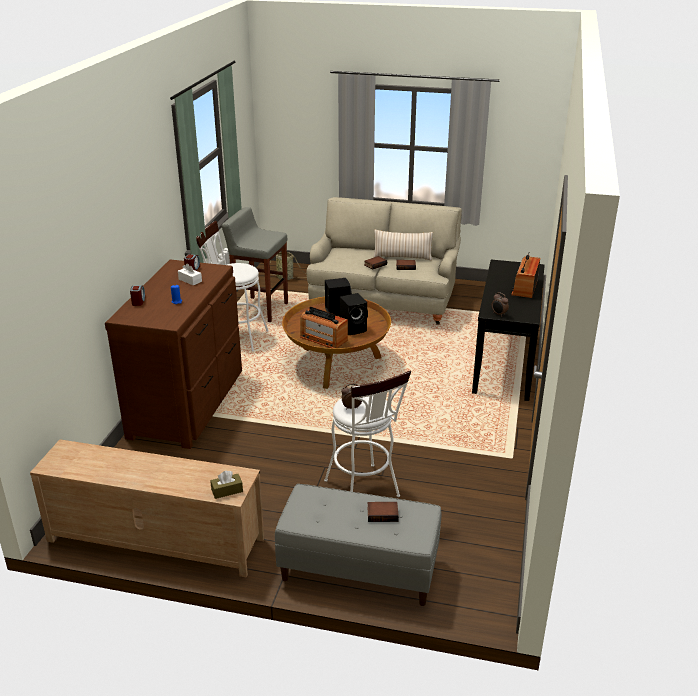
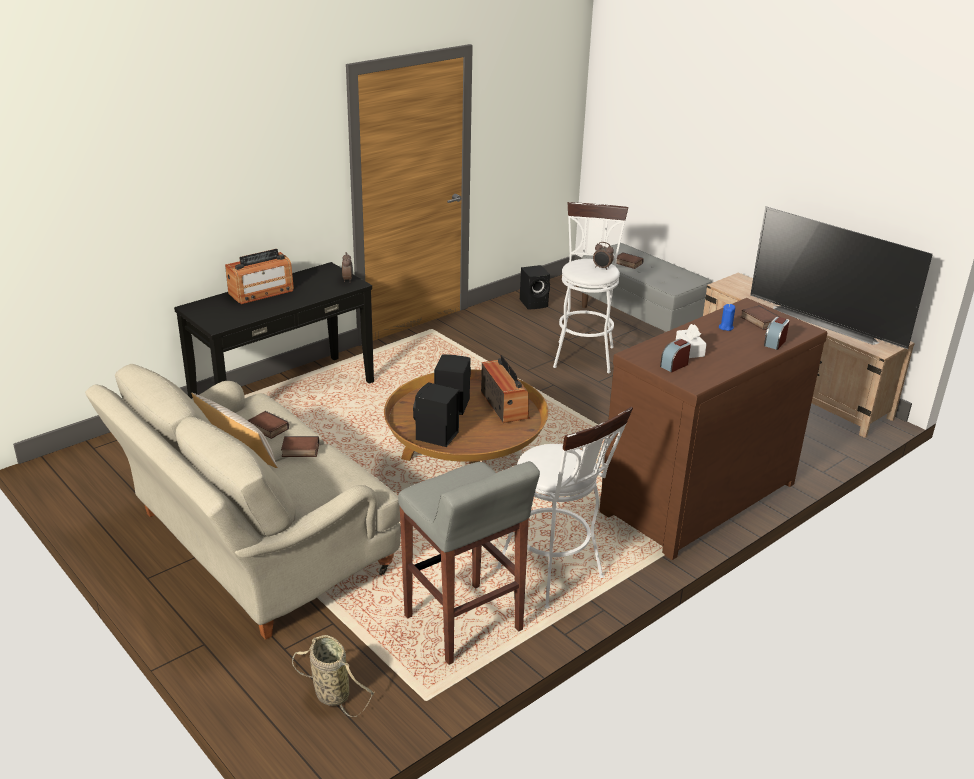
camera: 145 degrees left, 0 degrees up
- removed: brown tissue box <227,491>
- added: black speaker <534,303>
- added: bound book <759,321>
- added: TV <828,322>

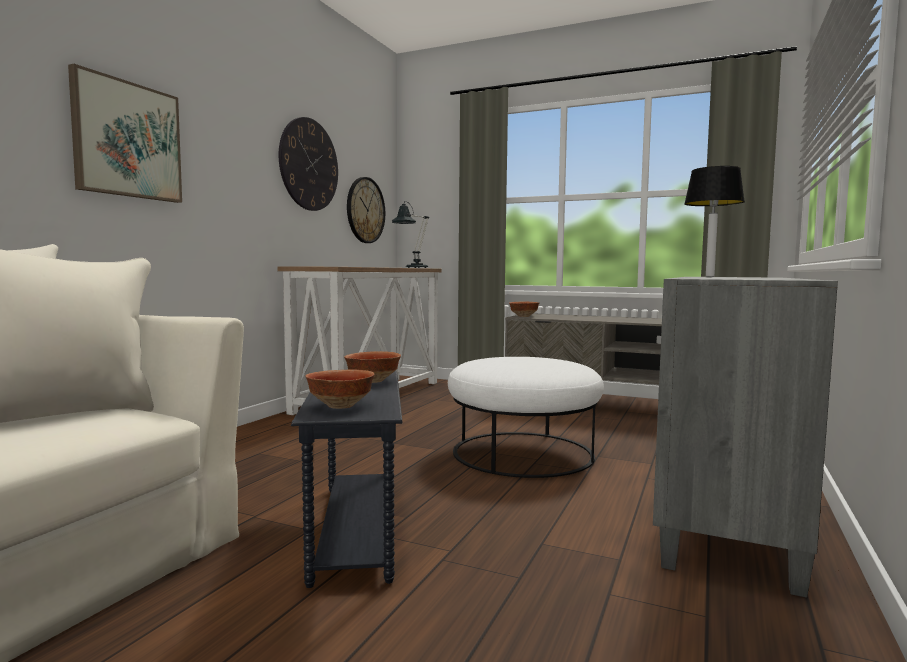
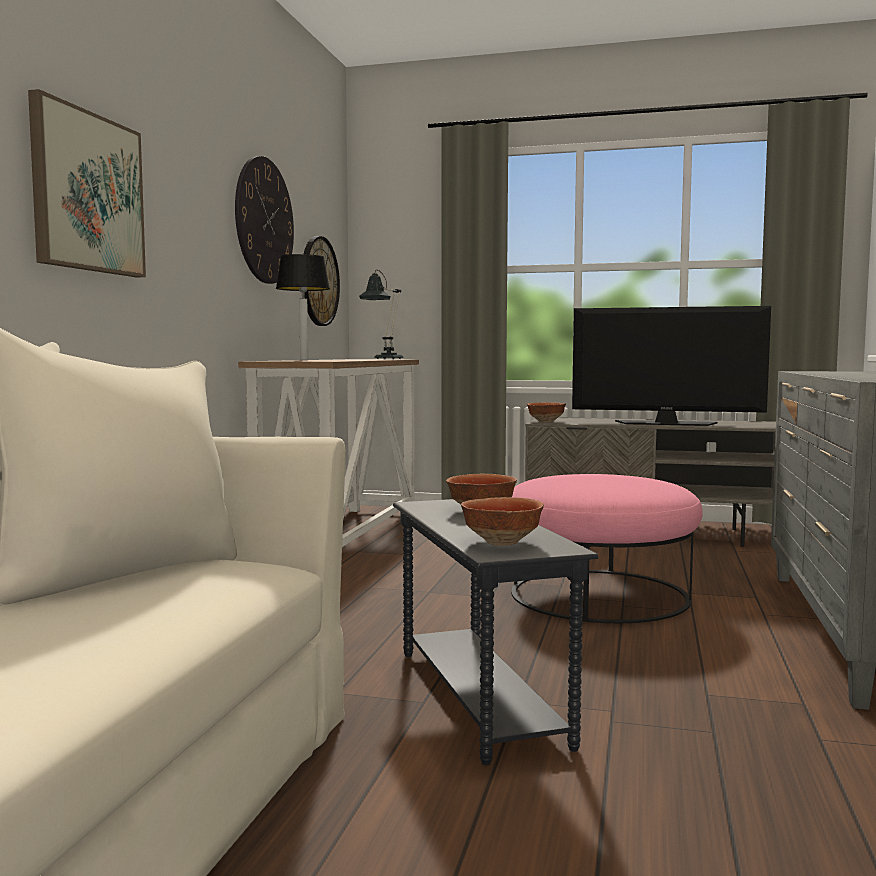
camera: 10 degrees left, 0 degrees up
- added: TV <666,423>
- moved: table lamp <709,276> to <304,360>
- recoloured: white ottoman <522,453> to pink-coloured ottoman <598,594>

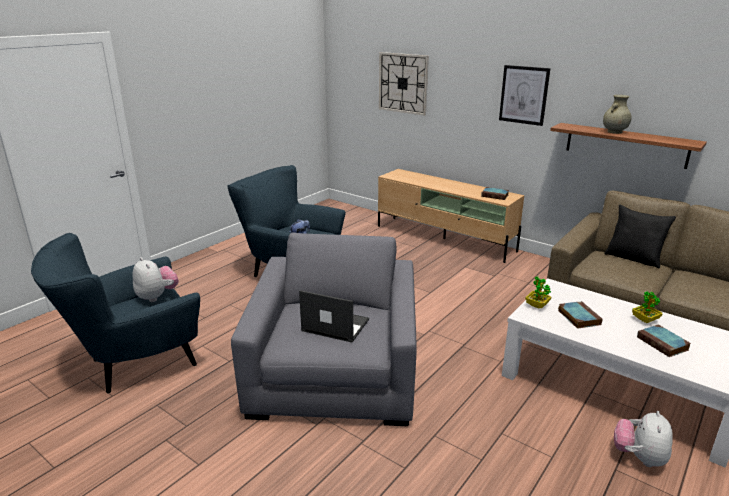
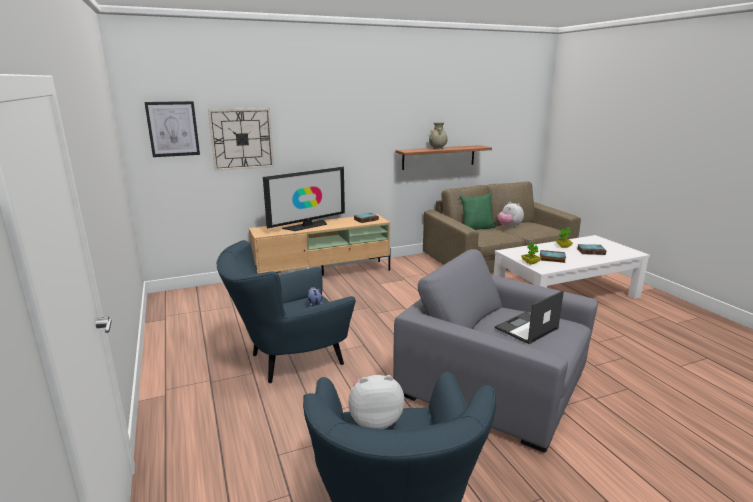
camera: 60 degrees left, 5 degrees down
- added: TV <307,226>
- moved: picture <524,95> to <173,129>
- moved: cuddly toy <639,457> to <509,226>
- recoloured: black throw pillow <633,258> to green throw pillow <476,228>

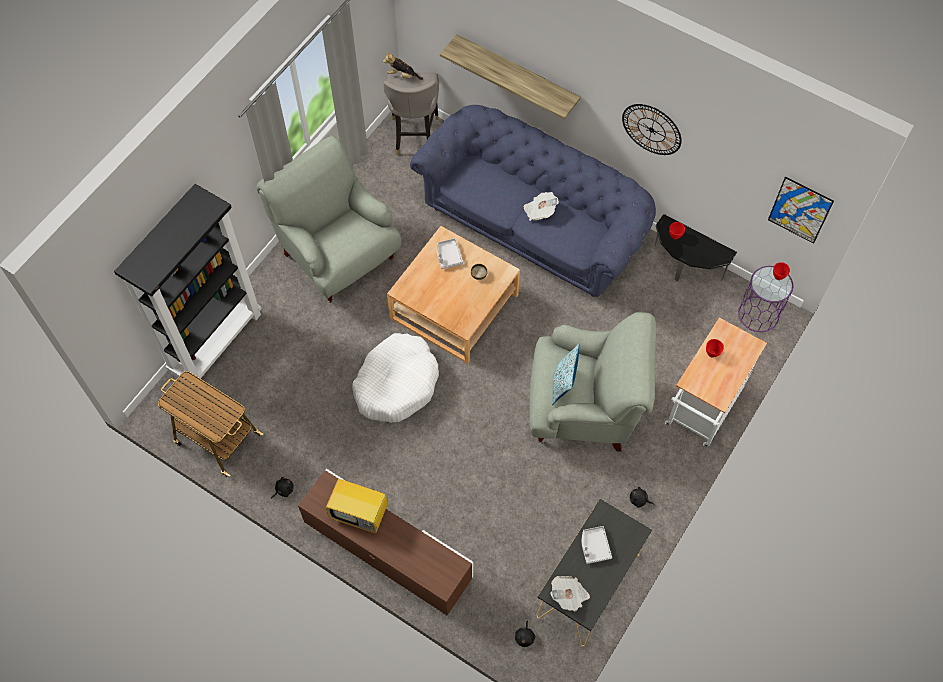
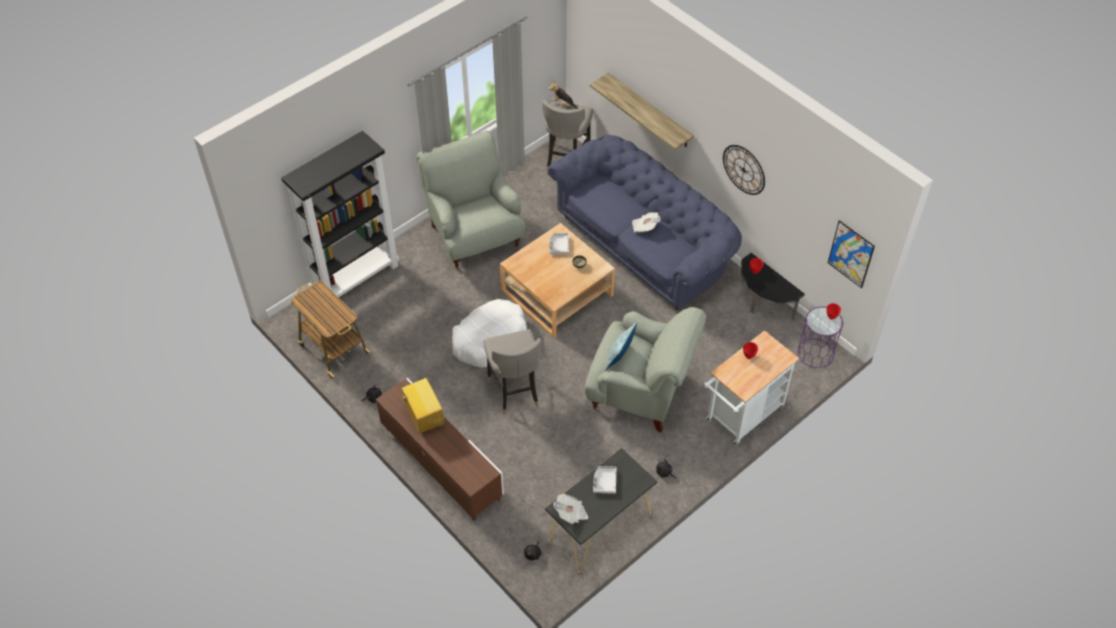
camera: 15 degrees right, 10 degrees down
- added: grey stool <515,392>
- turned: TV <360,513> = <423,416> 150 degrees counterclockwise

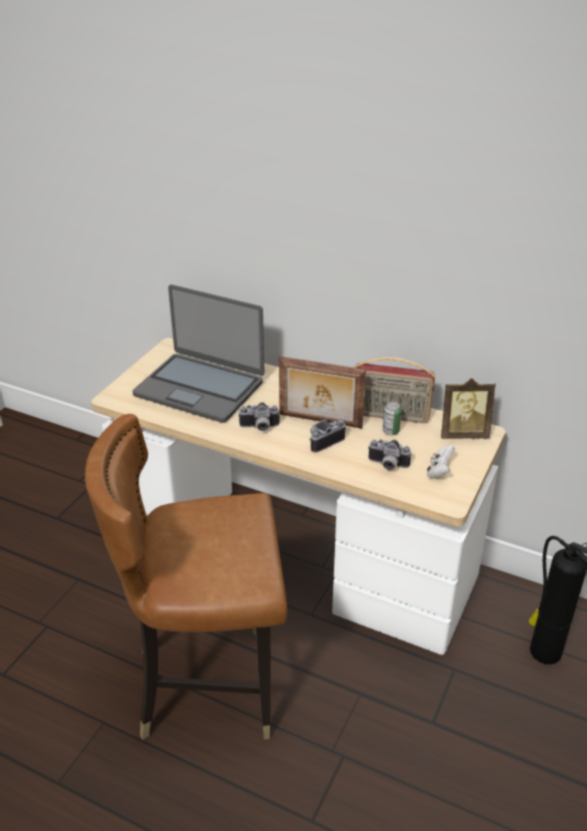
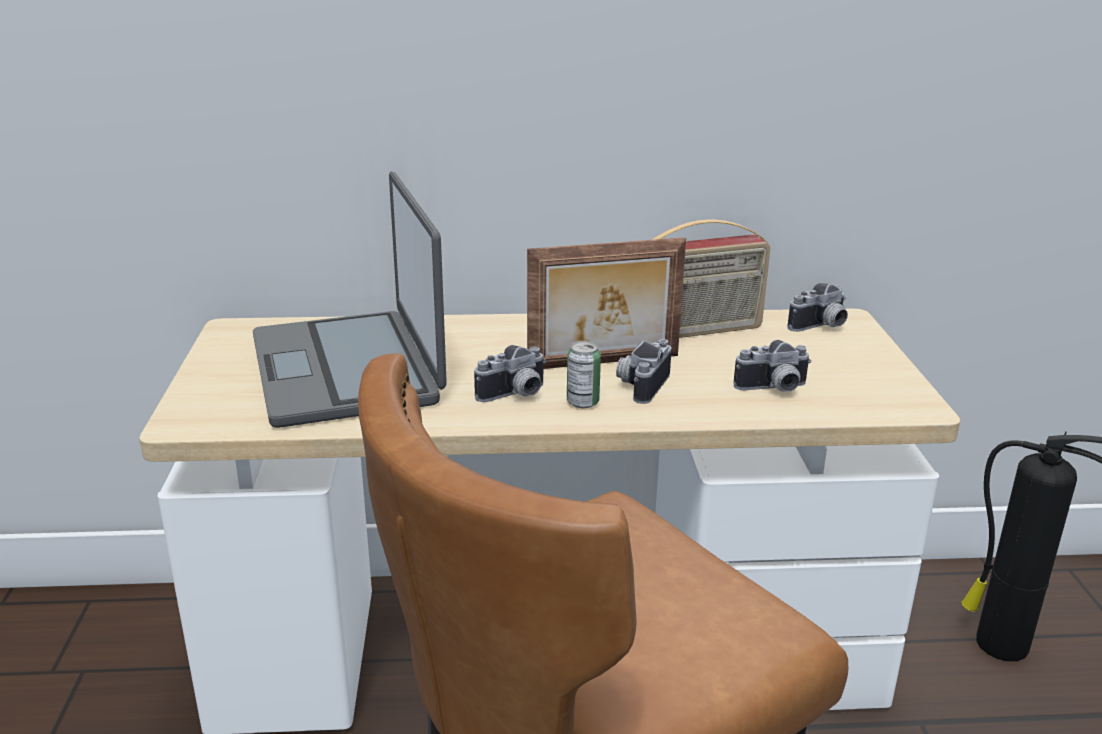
camera: 30 degrees left, 10 degrees down
- removed: white joypad <439,471>
- moved: metal can <390,431> to <582,402>
- replaced: photo frame <463,433> to still camera <821,327>
- turned: laptop <200,388> = <348,369> 75 degrees clockwise

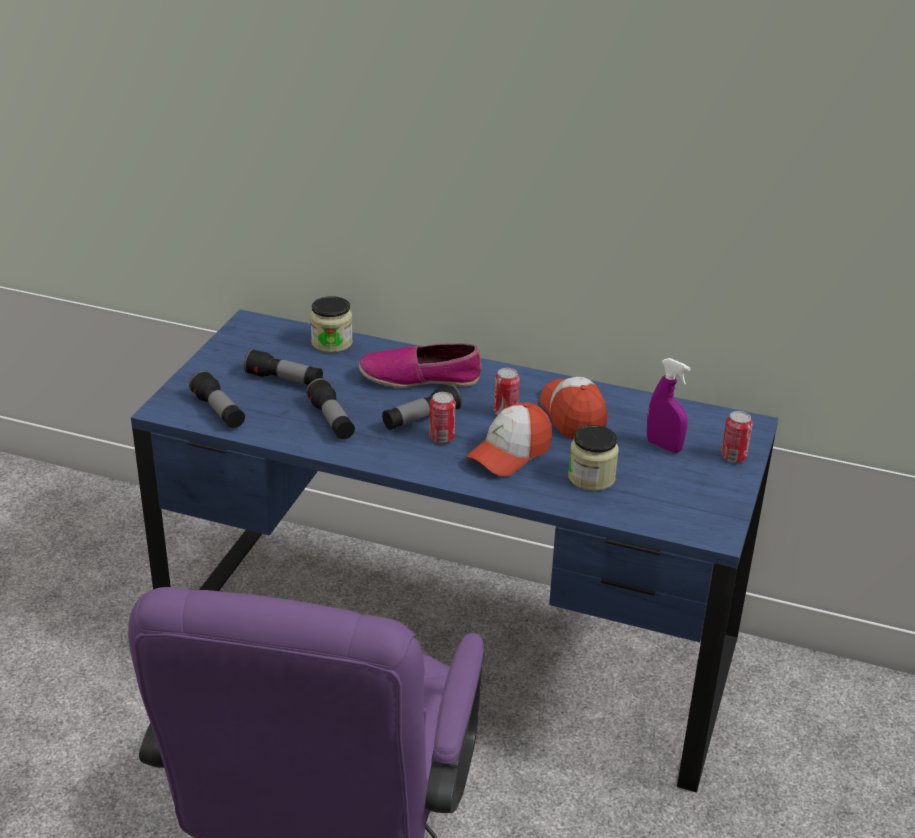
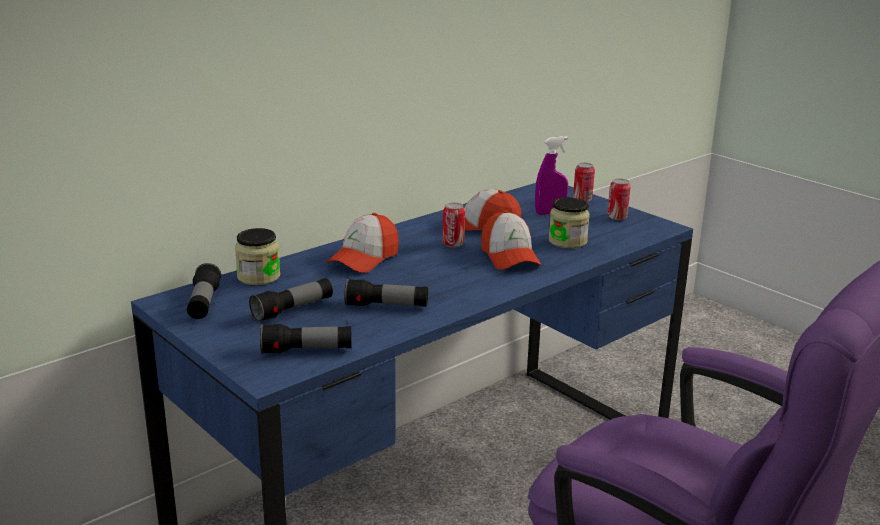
camera: 60 degrees left, 10 degrees down
- moved: hand torch <421,419> to <204,303>
- moved: metal can <442,438> to <617,217>
- replaced: shoe <420,377> to cap <364,259>

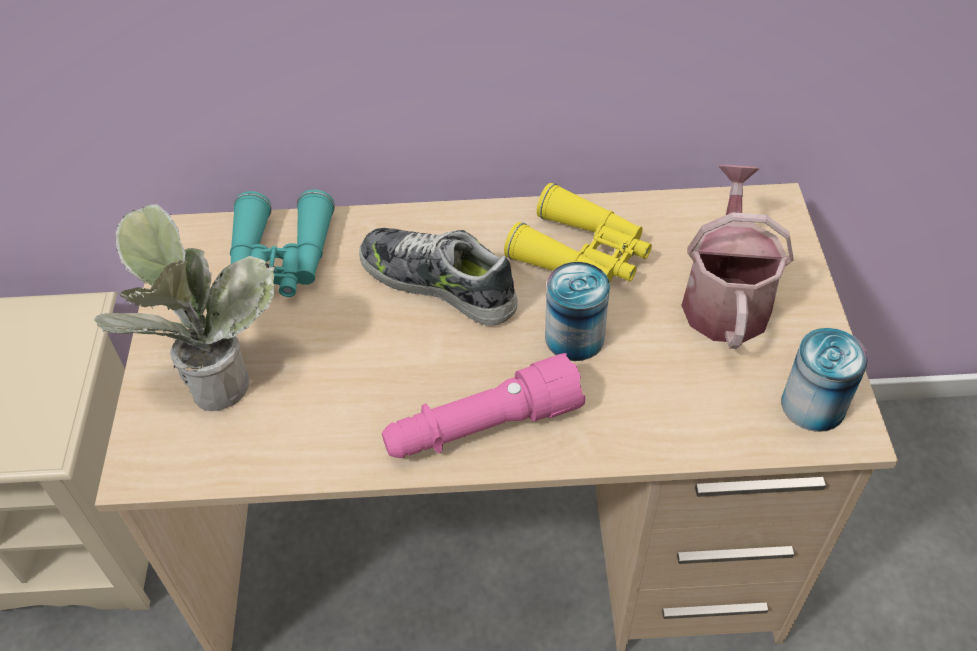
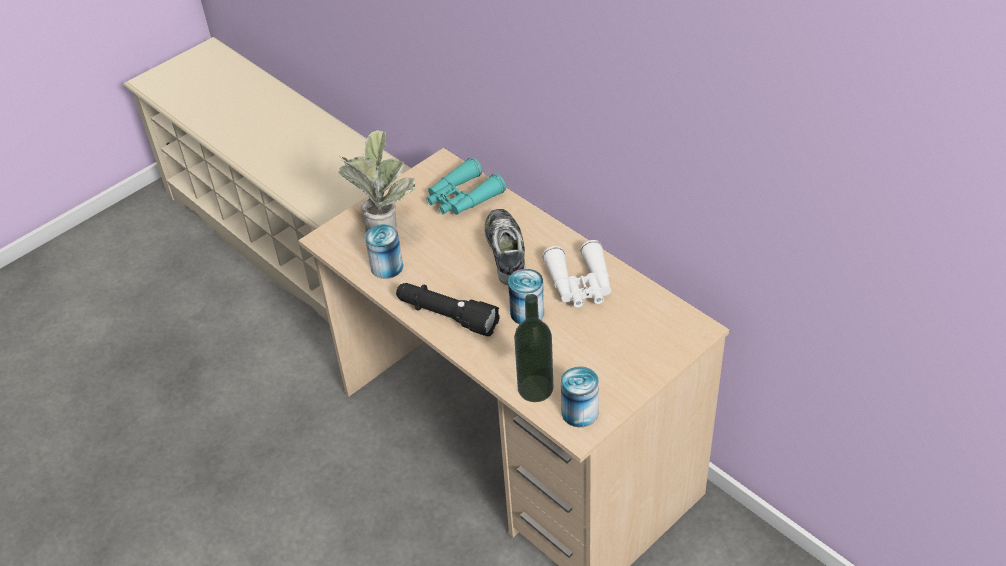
camera: 50 degrees right, 5 degrees down
- removed: watering pot <725,297>
- added: metal can <387,267>
- added: bottle <535,388>
- recoloured: pink-coloured hand torch <482,427> to black hand torch <446,316>
- recoloured: yellowish pair of binoculars <582,254> to white pair of binoculars <580,284>

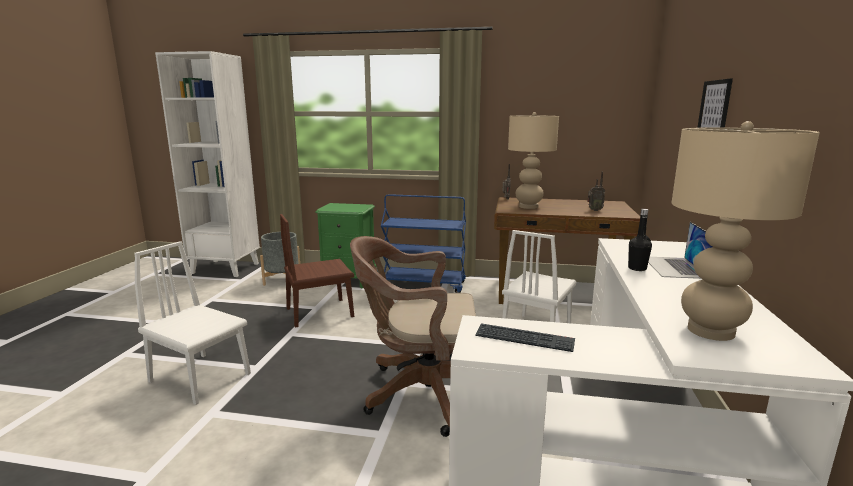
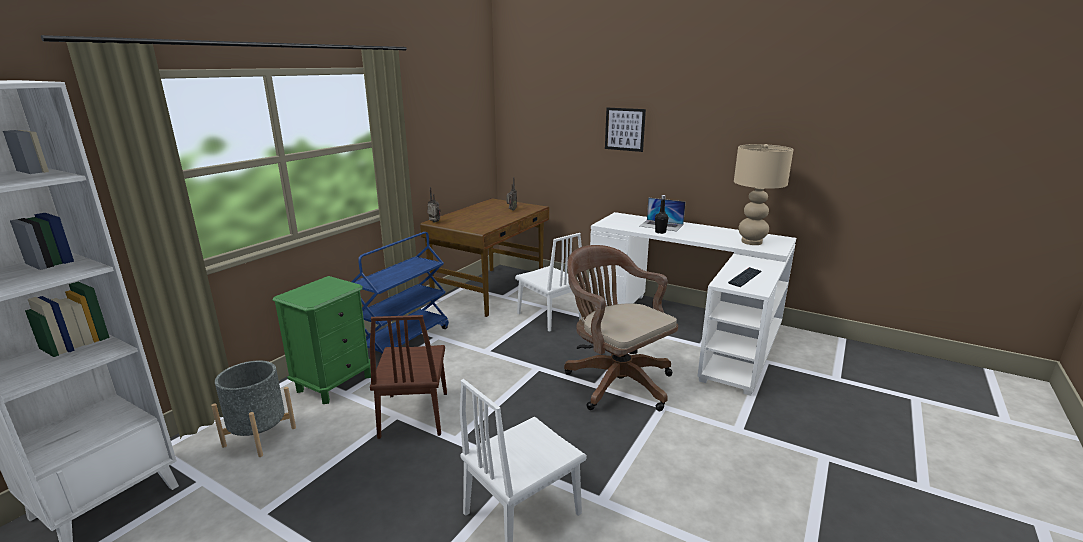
camera: 70 degrees left, 5 degrees up
- removed: beige-coloured table lamp <528,206>
- turned: brown computer chair <421,393> = <615,381> 120 degrees clockwise

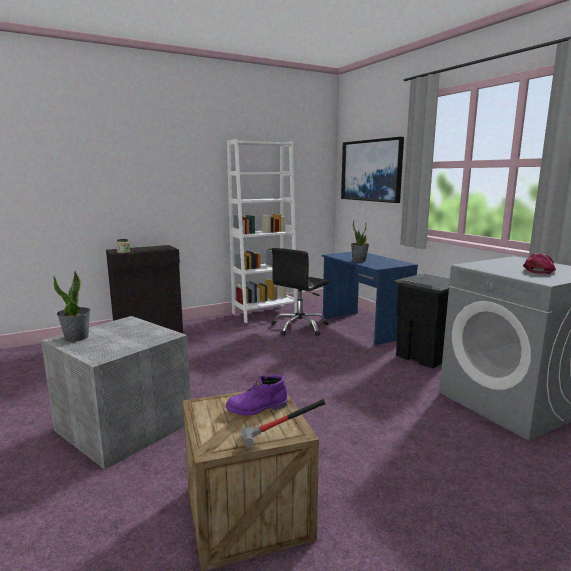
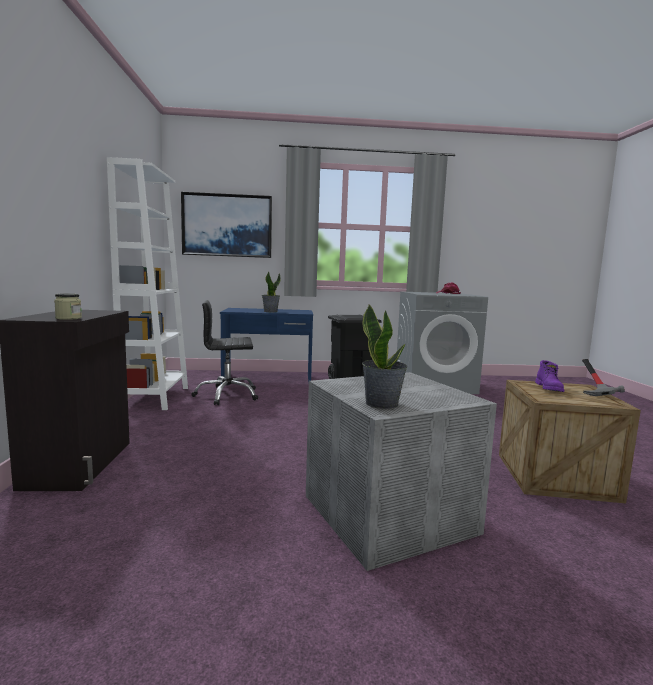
camera: 65 degrees left, 5 degrees down
- turned: black computer chair <299,327> = <227,395> 105 degrees clockwise

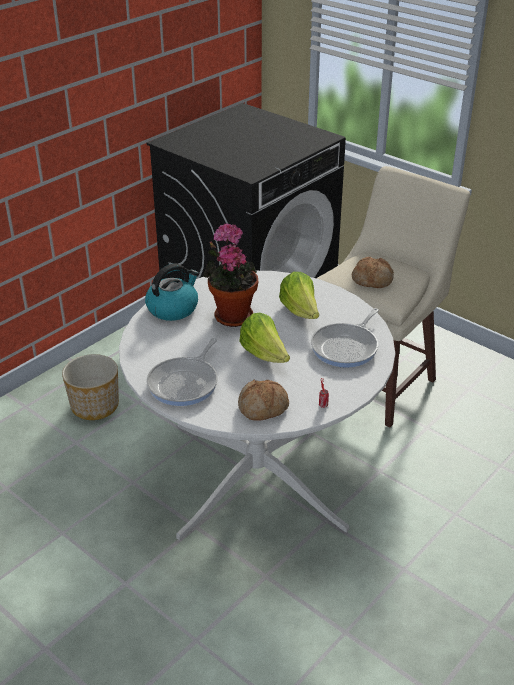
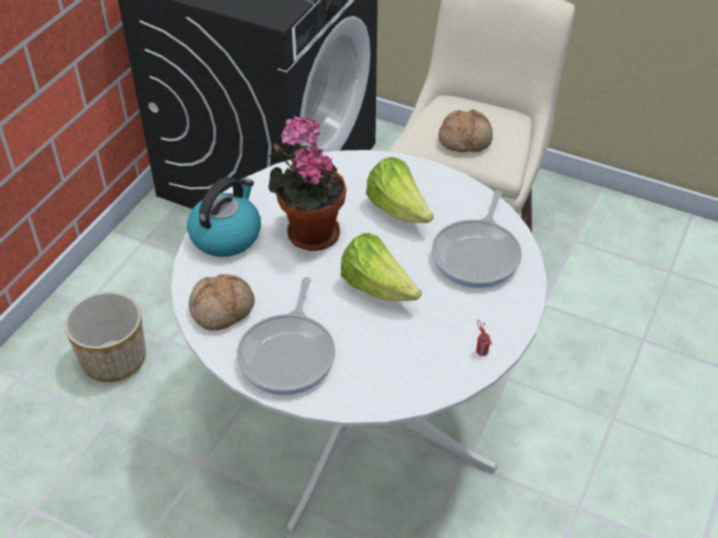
camera: 15 degrees left, 10 degrees up
- moved: bakery bread <263,408> to <223,310>

